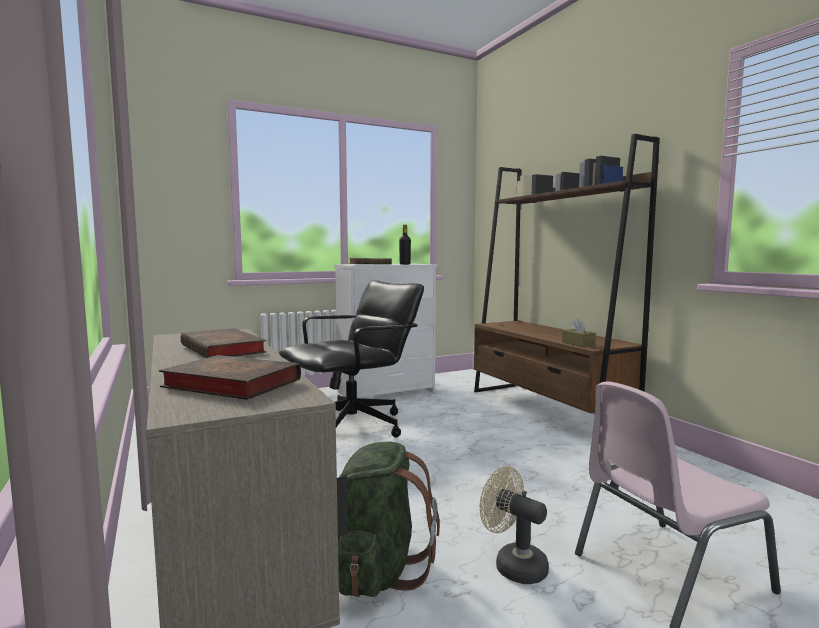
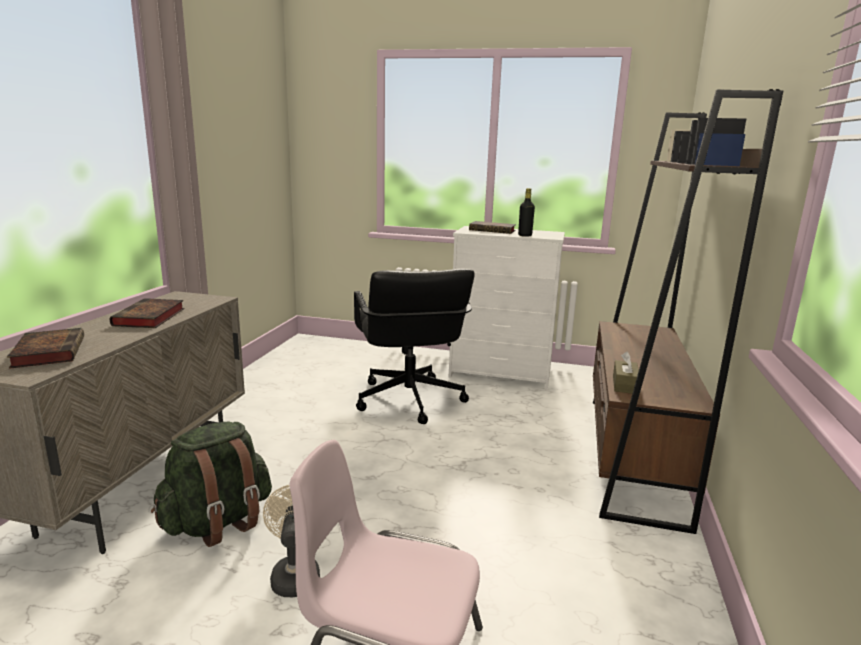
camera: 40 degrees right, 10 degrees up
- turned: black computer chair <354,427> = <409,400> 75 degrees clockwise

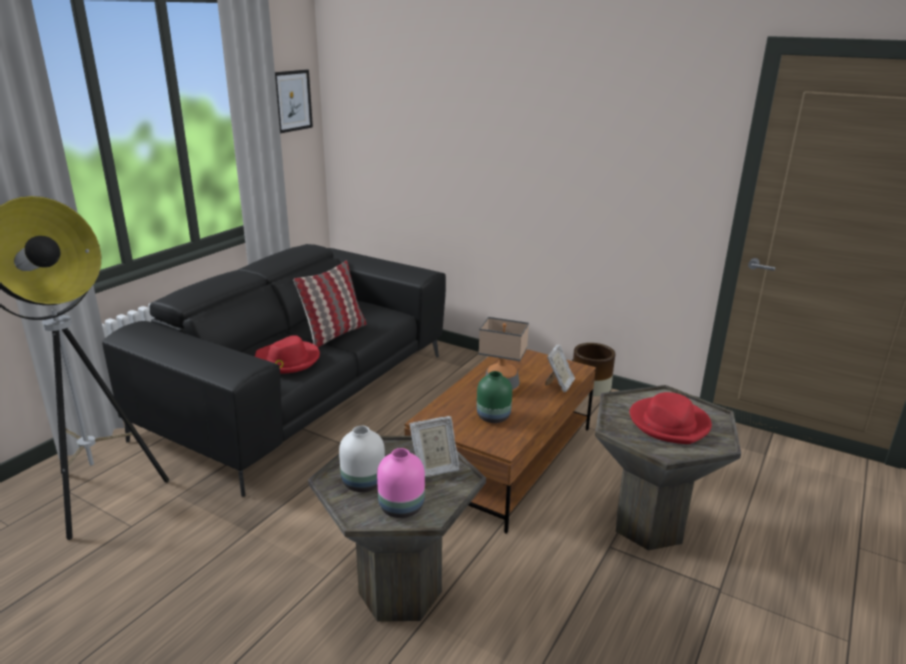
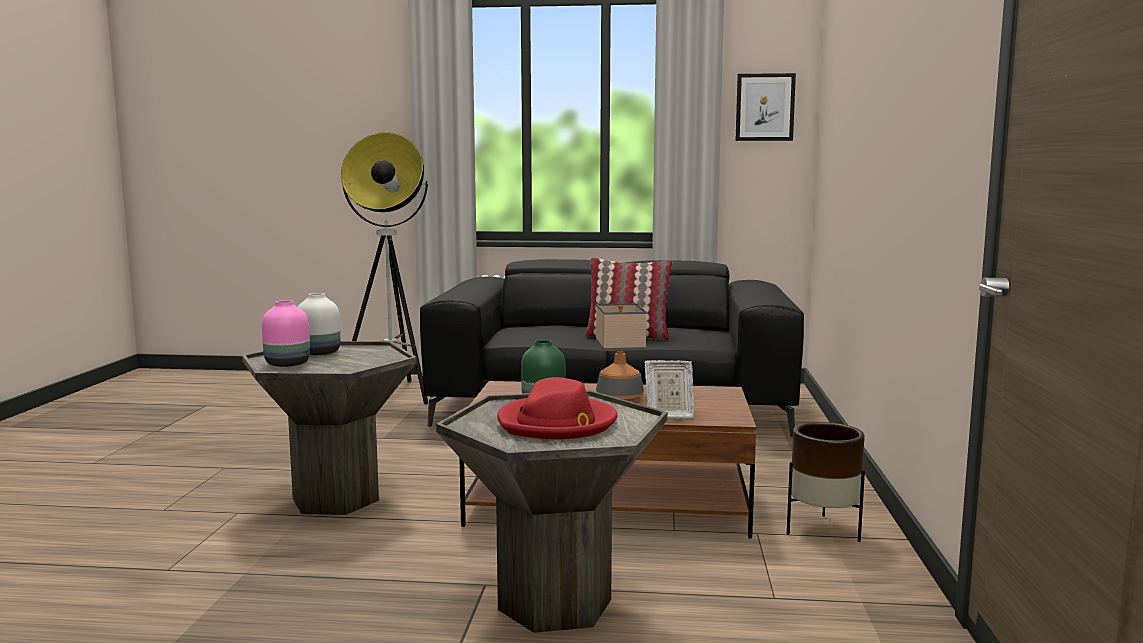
camera: 65 degrees right, 15 degrees down
- removed: red clothing hat <287,360>
- removed: photo frame <434,468>

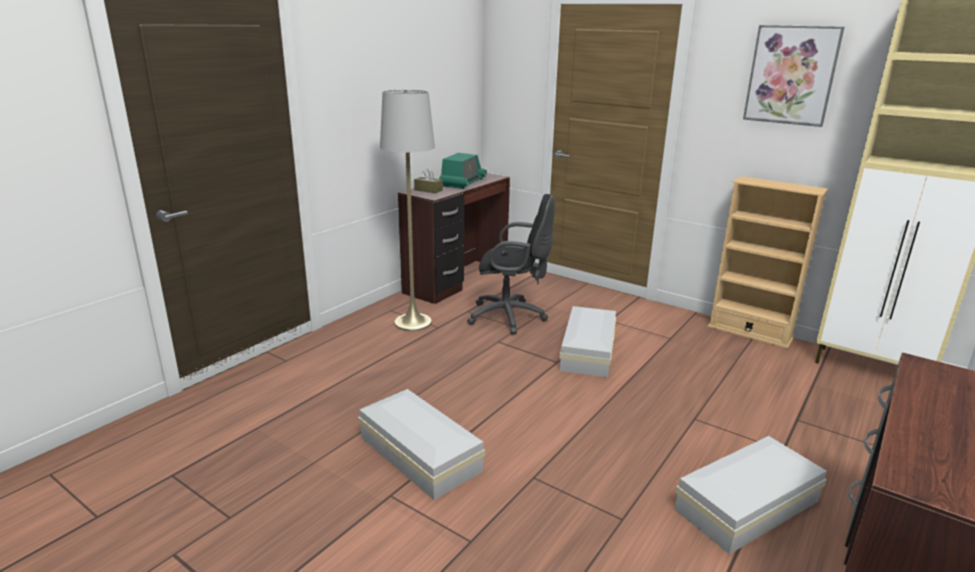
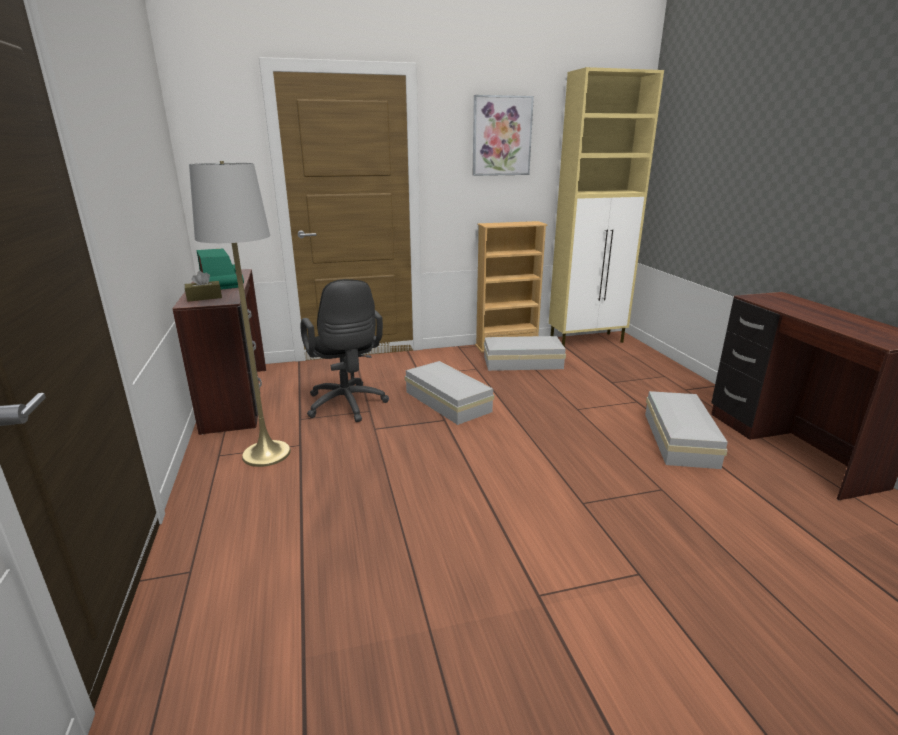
camera: 50 degrees left, 0 degrees up
- moved: white storage box <420,452> to <521,362>
- turned: black computer chair <510,317> = <347,406> 105 degrees clockwise

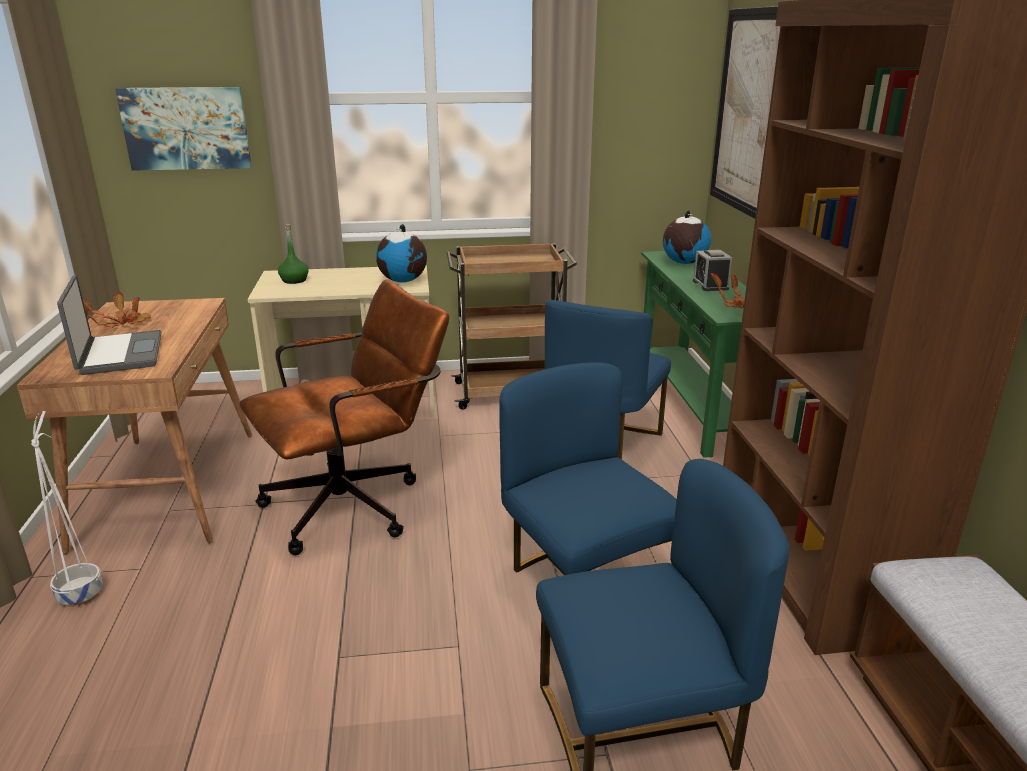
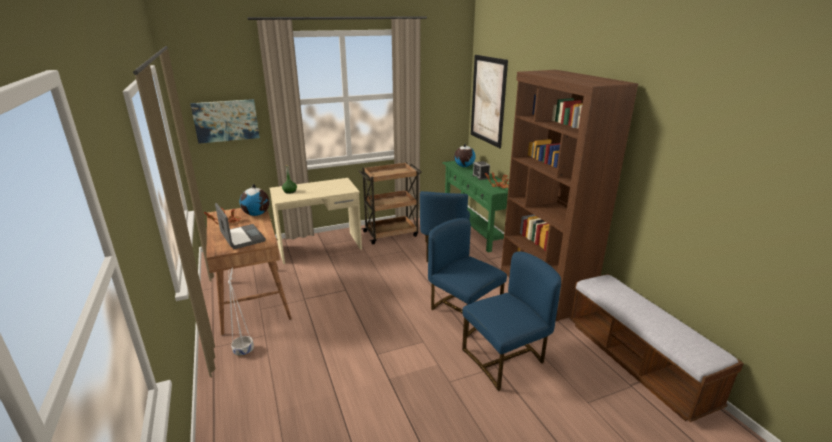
camera: 15 degrees left, 0 degrees up
- removed: brown computer chair <356,503>
- moved: world globe <403,281> to <257,214>

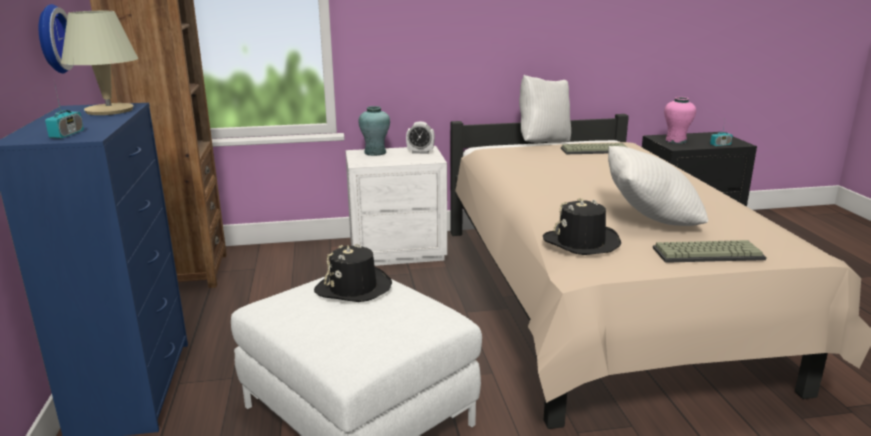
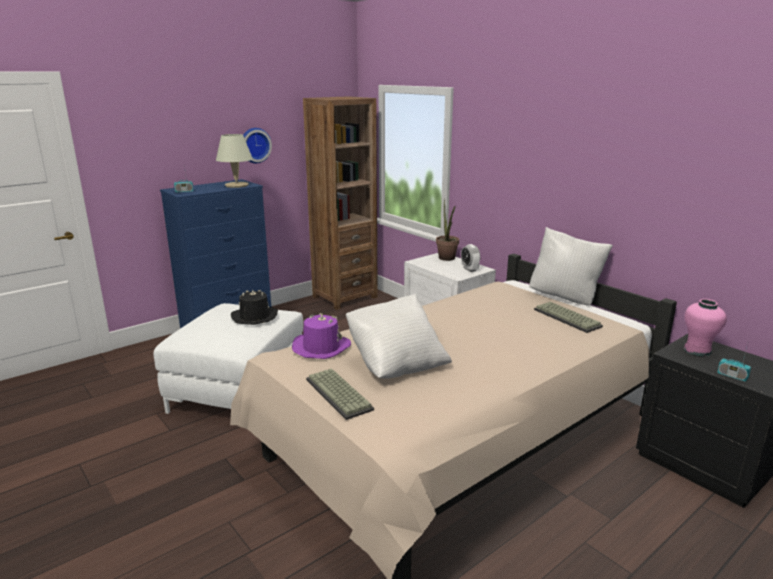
camera: 60 degrees right, 0 degrees up
- replaced: turquoise flower vase <375,152> to potted plant <447,259>
- recoloured: black clothing hat <581,242> to purplish clothing hat <321,347>

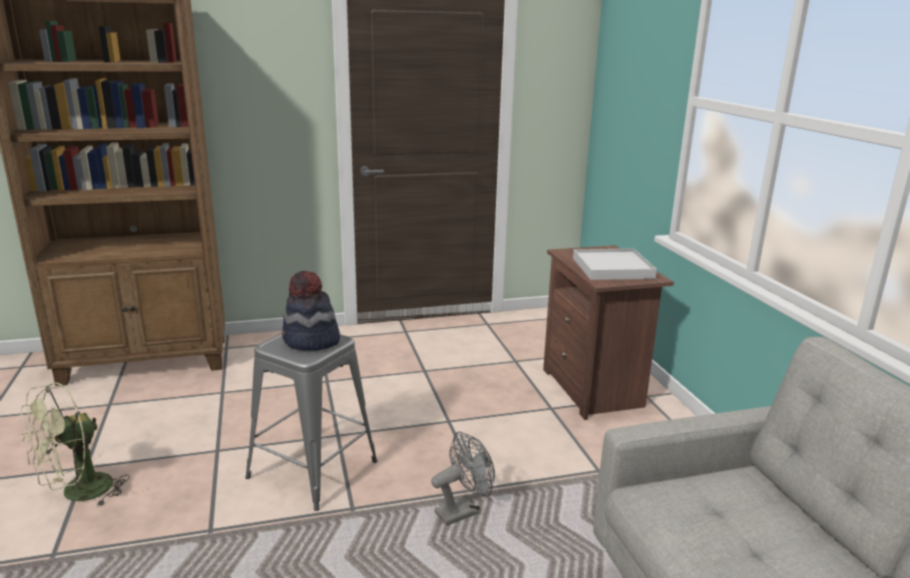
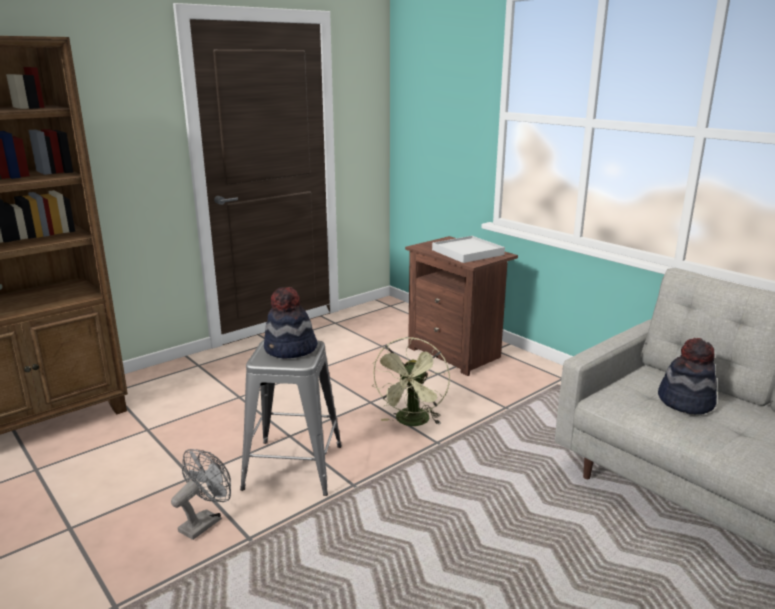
camera: 25 degrees left, 0 degrees up
- added: clothing hat <685,402>
- moved: green fan <78,494> to <412,422>
- moved: grey fan <463,511> to <205,522>

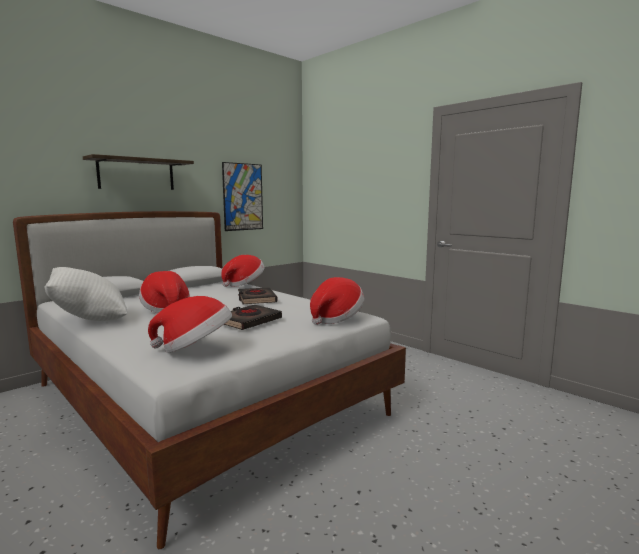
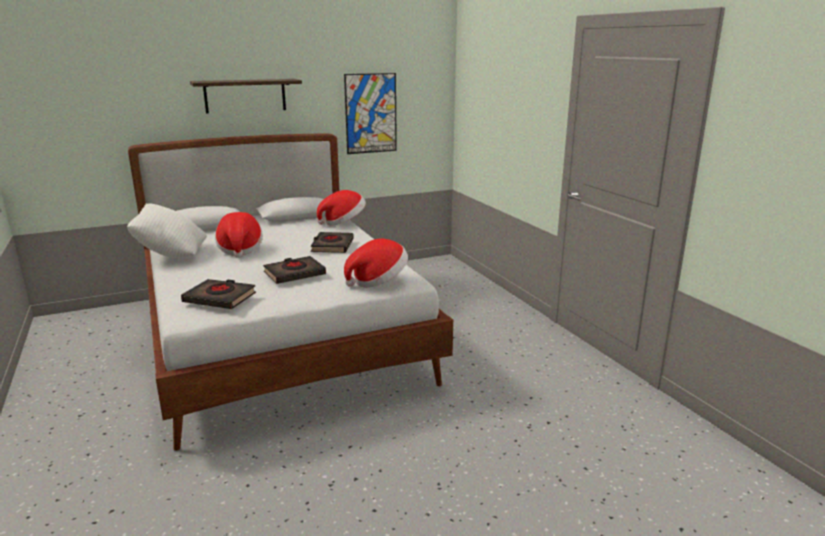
camera: 20 degrees right, 10 degrees up
- replaced: clothing hat <195,348> to black bound book <220,298>

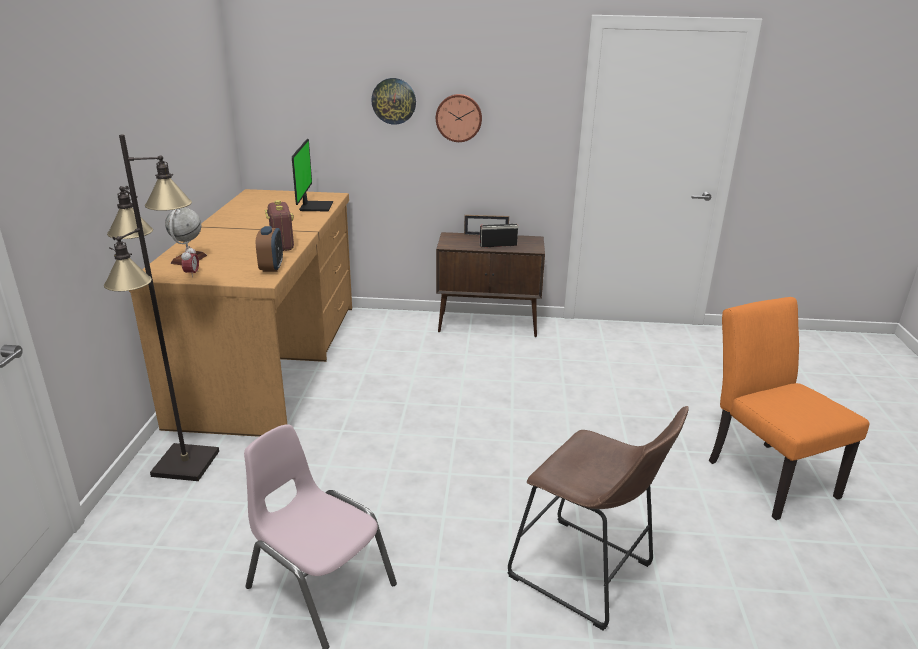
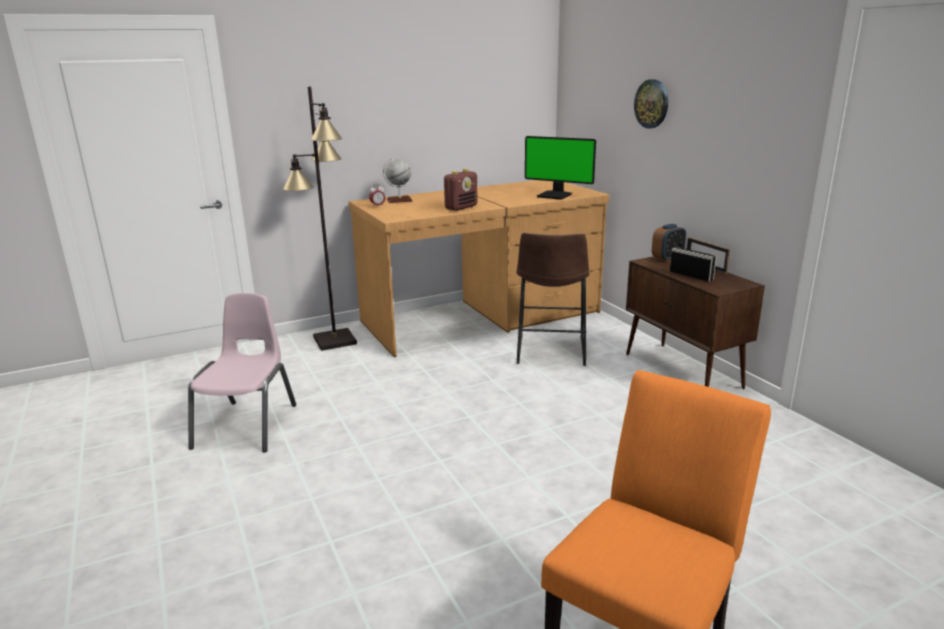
camera: 60 degrees right, 5 degrees down
- removed: clock on the wall <459,117>
- moved: table clock <271,267> to <667,258>
- moved: brown stool <587,575> to <550,352>
- turned: computer screen <314,206> = <555,195> 60 degrees clockwise

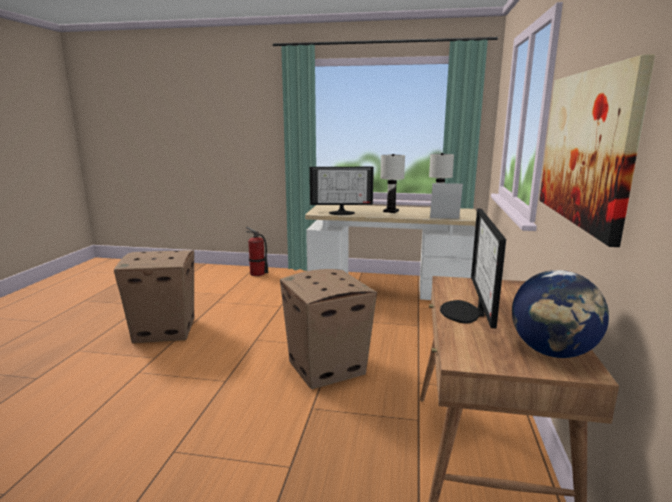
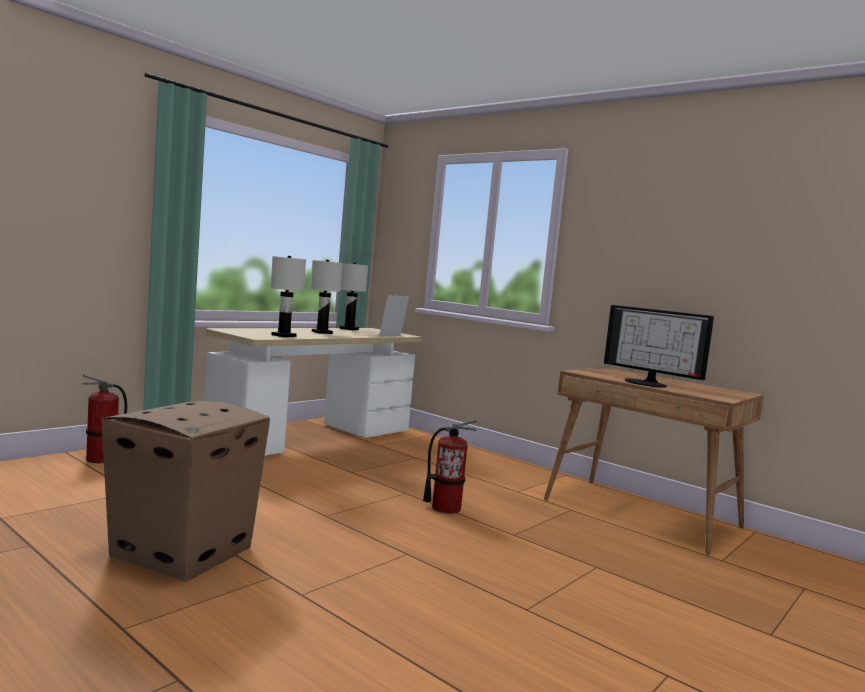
camera: 60 degrees left, 10 degrees down
- removed: world globe <553,352>
- removed: picture <586,148>
- replaced: carton <327,367> to extinguisher <445,508>
- replaced: computer screen <342,212> to white table lamp <283,335>

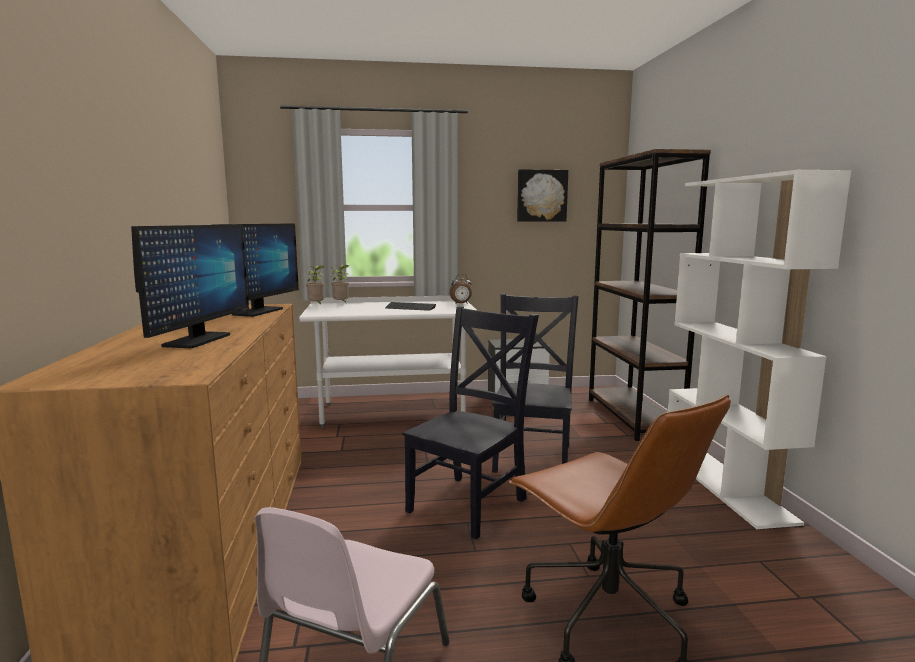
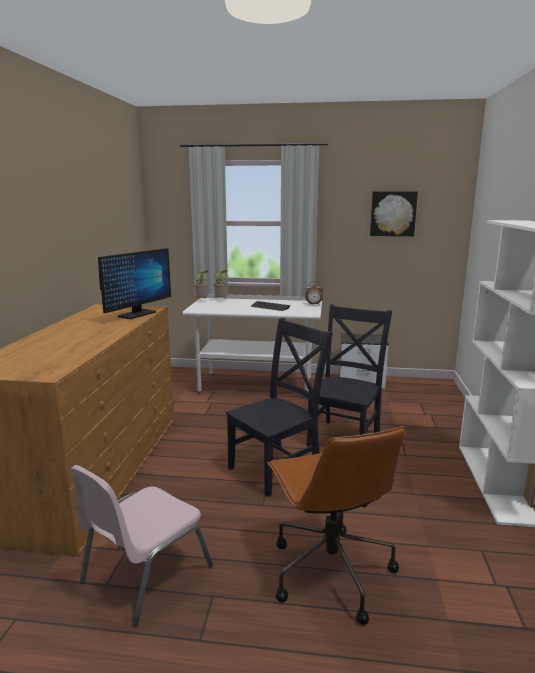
camera: 15 degrees right, 5 degrees up
- removed: computer screen <197,340>
- removed: brown shelving unit <632,417>

